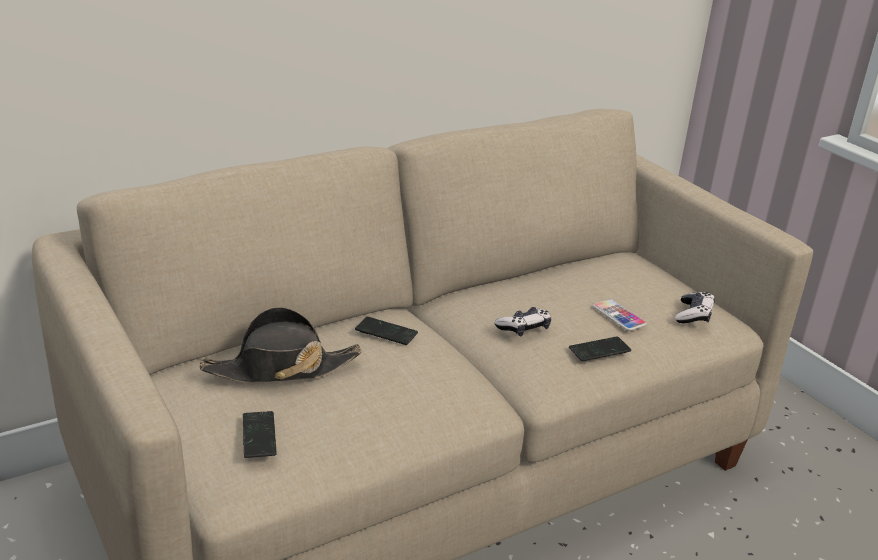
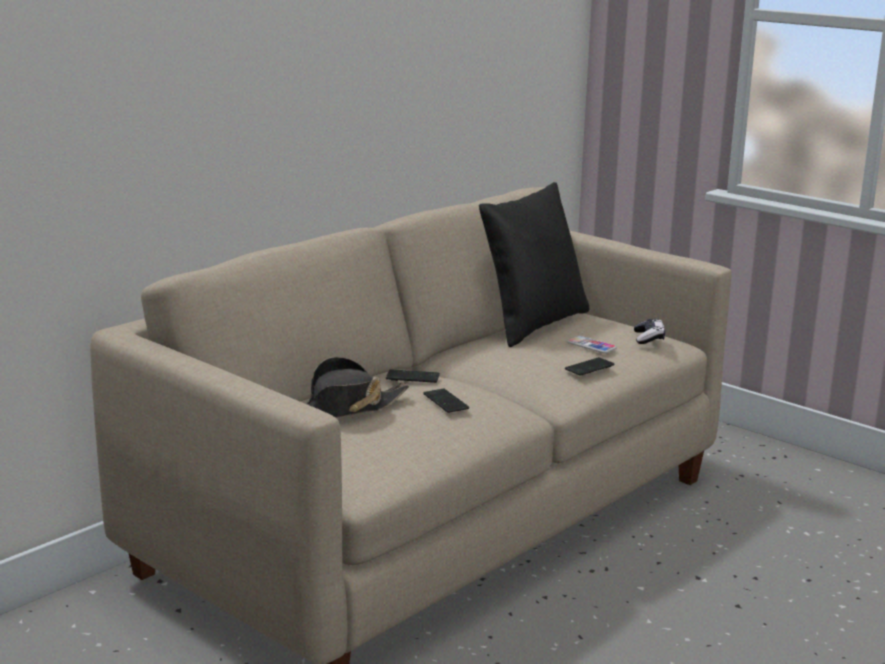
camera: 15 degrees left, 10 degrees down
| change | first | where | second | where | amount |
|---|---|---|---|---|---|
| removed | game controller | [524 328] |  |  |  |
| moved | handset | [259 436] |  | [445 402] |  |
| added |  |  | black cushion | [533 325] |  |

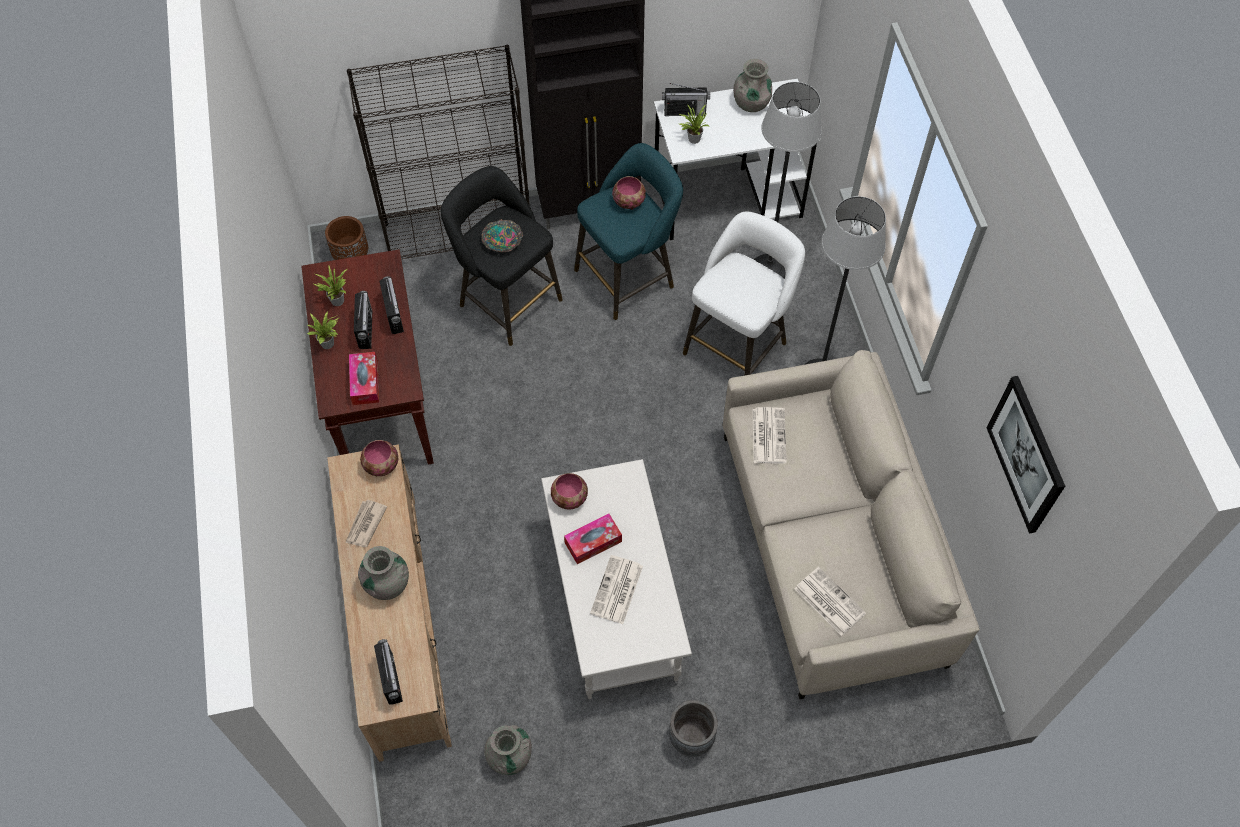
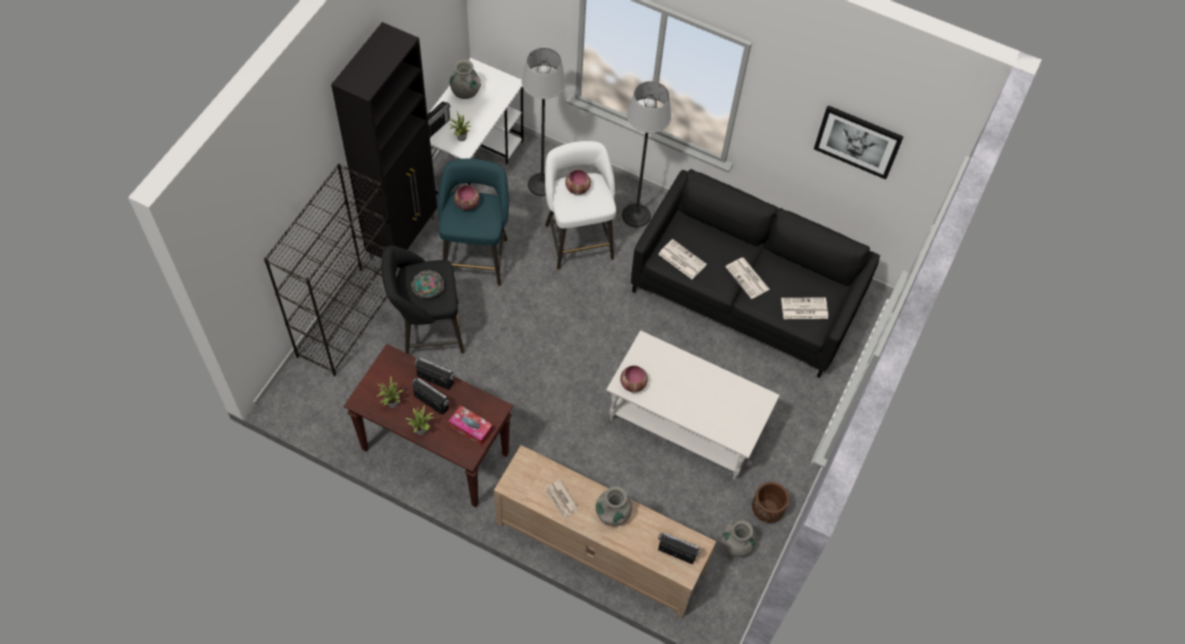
camera: 55 degrees left, 0 degrees up
| change | first | where | second | where | amount |
|---|---|---|---|---|---|
| moved | brown-coloured planter | [351 255] |  | [767 510] |  |
| recoloured | beige couch | [829 548] | black couch | [745 295] |  |
| moved | serving bowl | [381 466] |  | [578 189] |  |
| removed | tissue box | [593 542] |  |  |  |
| moved | newspaper | [617 591] |  | [748 278] |  |
| removed | gray planter | [692 737] |  |  |  |

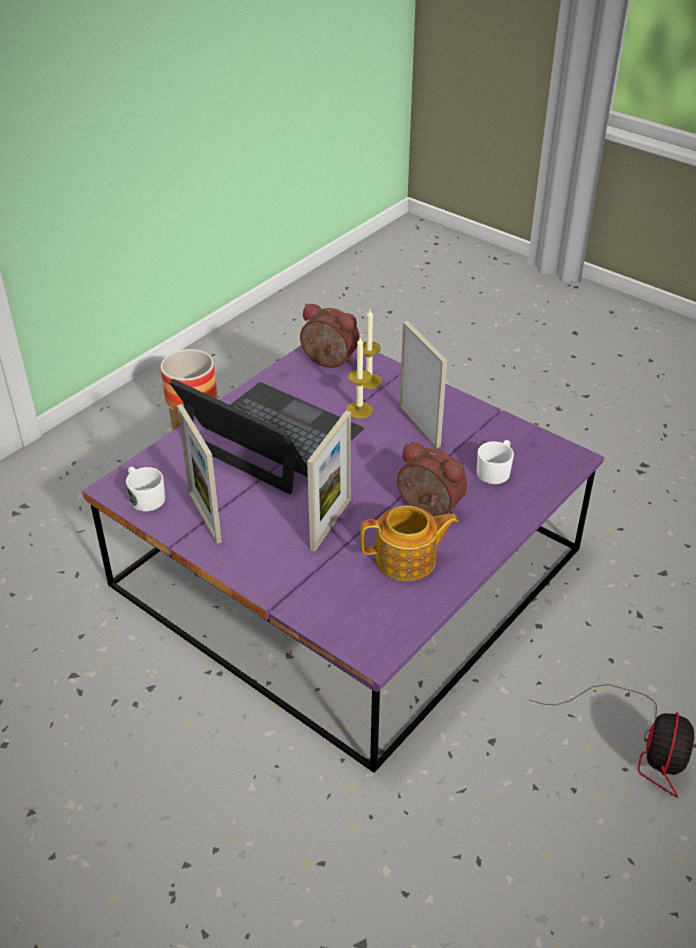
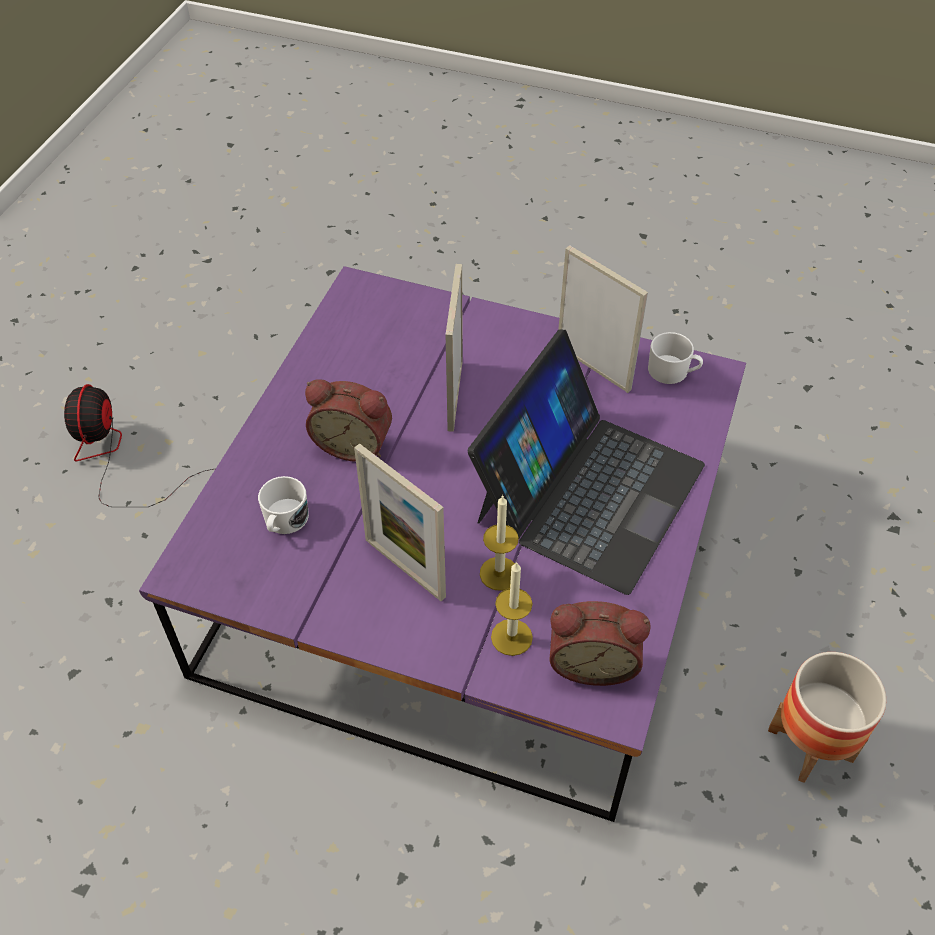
camera: 160 degrees right, 10 degrees up
| change | first | where | second | where | amount |
|---|---|---|---|---|---|
| turned | portable computer | [272 437] |  | [588 491] | 75 degrees counterclockwise |
| removed | pot for tea | [407 560] |  |  |  |

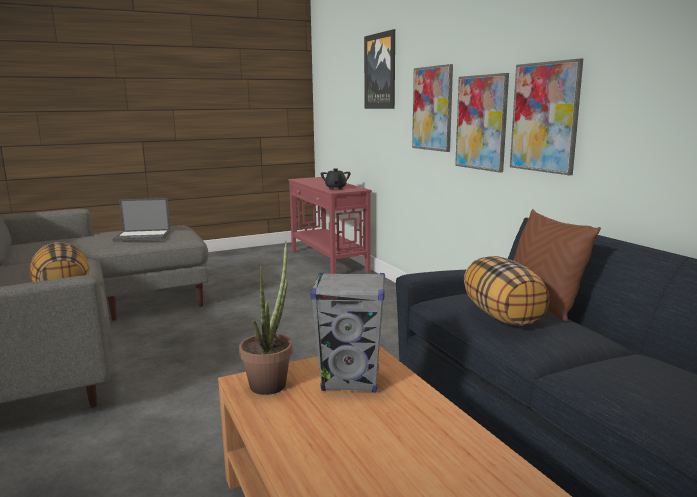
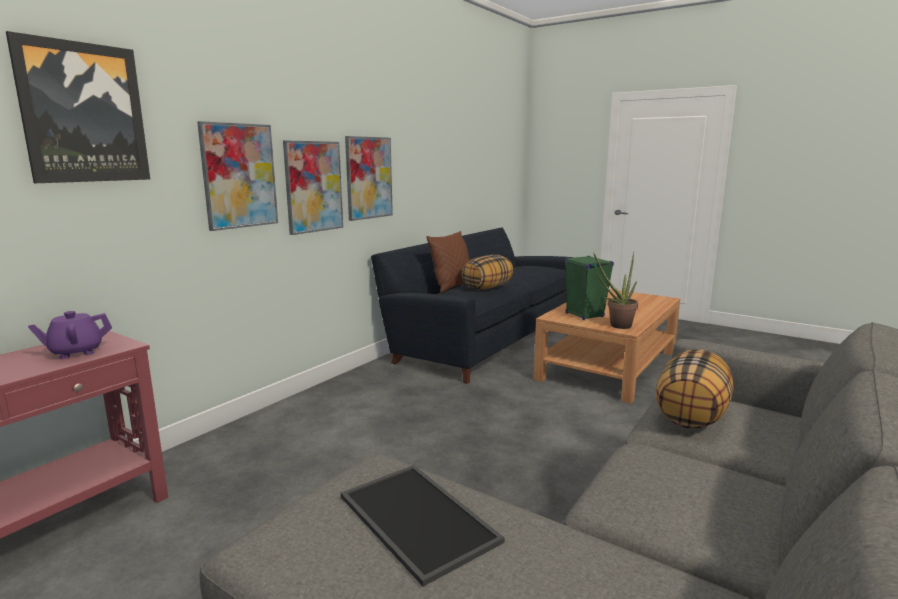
camera: 120 degrees left, 0 degrees up
| change | first | where | second | where | amount |
|---|---|---|---|---|---|
| recoloured | black pot for tea | [335 188] | purplish pot for tea | [76 352] |  |
| replaced | portable computer | [143 236] | tray | [414 518] |  |
| recoloured | gray speaker | [351 381] | green speaker | [584 315] |  |

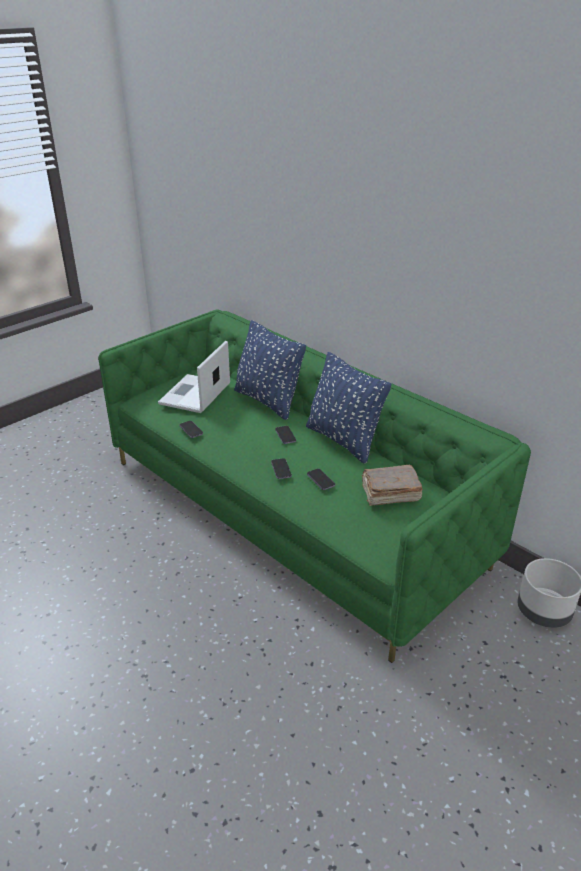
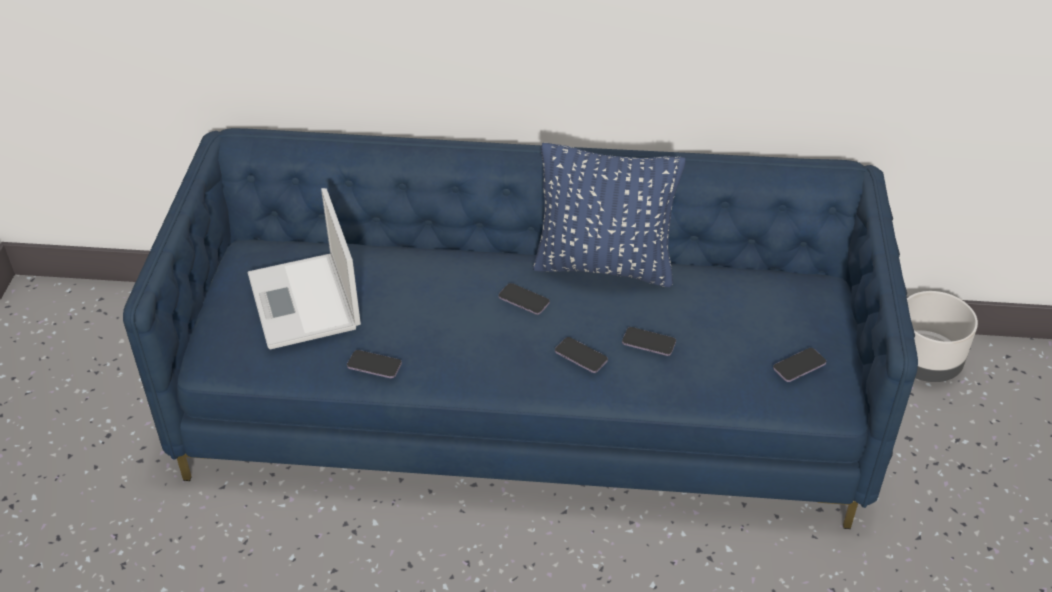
camera: 40 degrees left, 10 degrees up
| change | first | where | second | where | amount |
|---|---|---|---|---|---|
| recoloured | green couch | [291 512] | blue couch | [526 406] |  |
| removed | blue cushion | [268 401] |  |  |  |
| removed | brown-coloured book | [389 494] |  |  |  |
| added |  |  | handset | [799 366] |  |

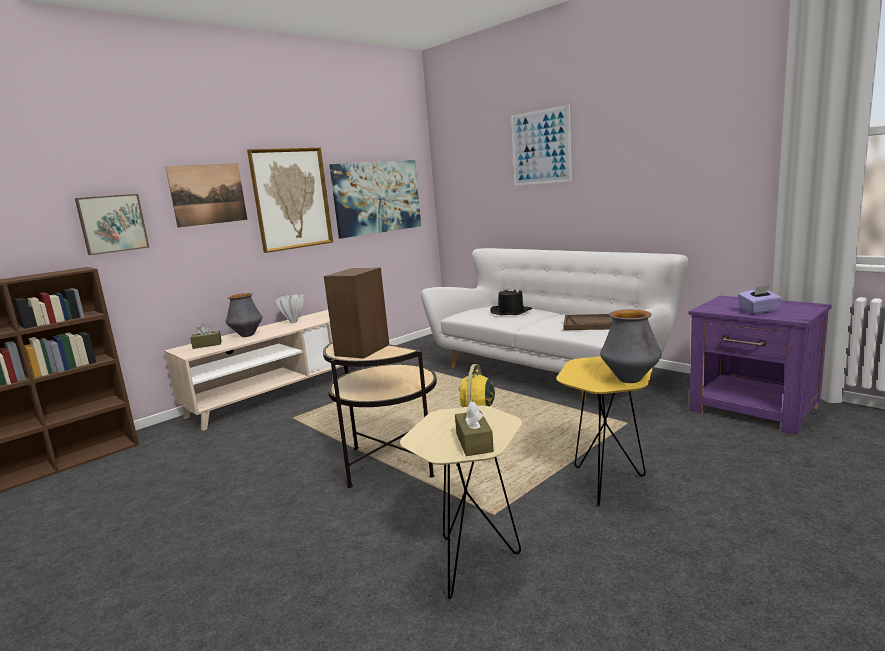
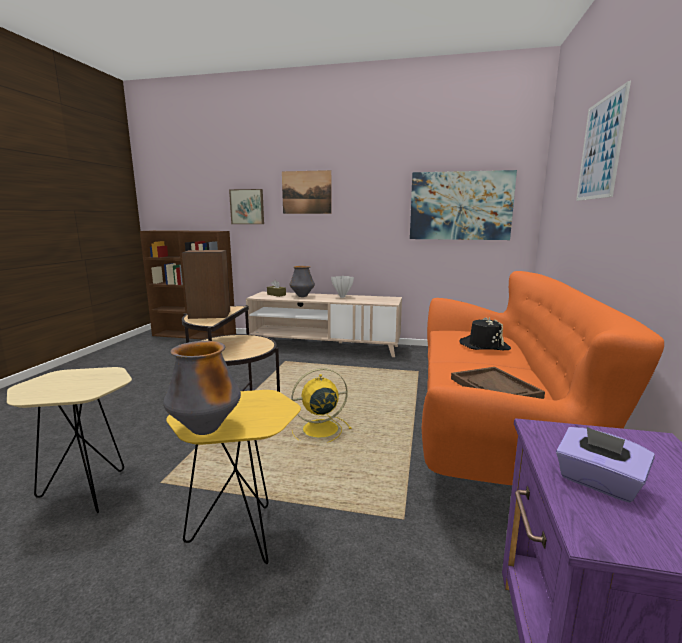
camera: 55 degrees right, 0 degrees up
| change | first | where | second | where | amount |
|---|---|---|---|---|---|
| removed | wall picture | [291 199] |  |  |  |
| recoloured | white-coloured couch | [550 371] | orangey couch | [494 430] |  |
| removed | brown-coloured tissue box | [474 442] |  |  |  |

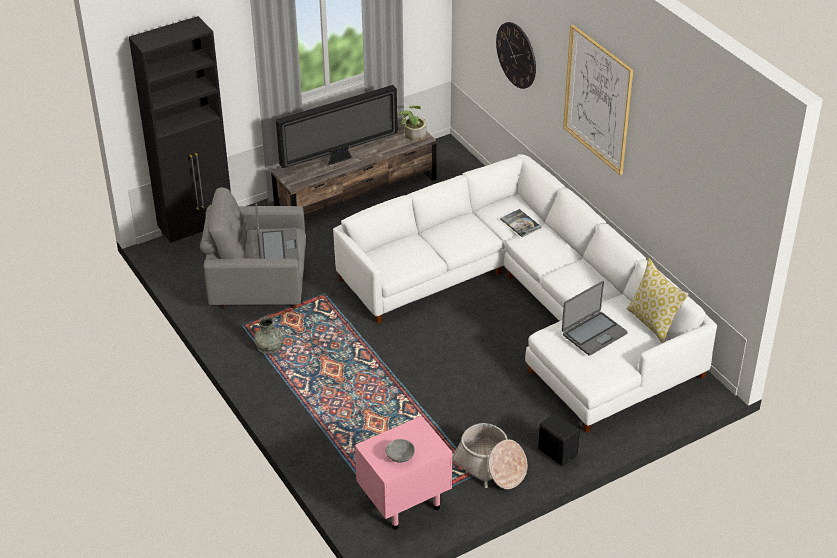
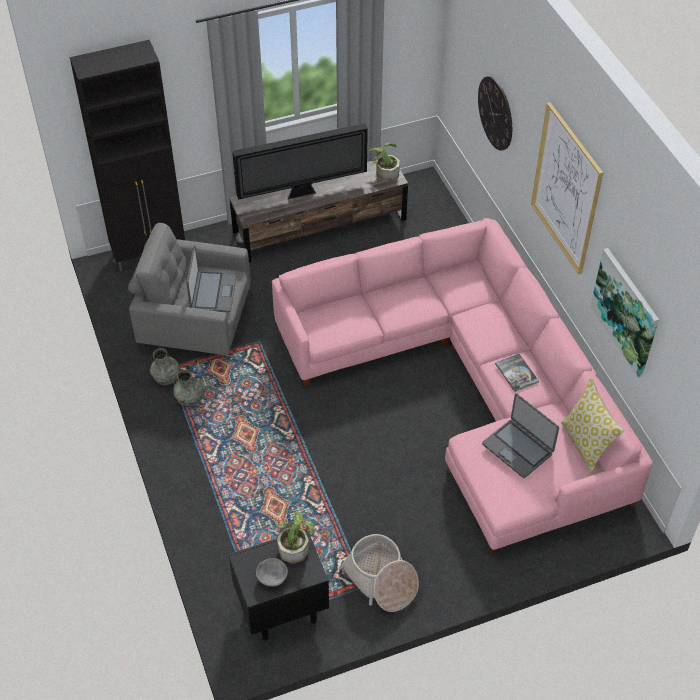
camera: 10 degrees right, 10 degrees up
| change | first | where | second | where | amount |
|---|---|---|---|---|---|
| recoloured | white-coloured couch | [531 306] | pinkish couch | [469 388] |  |
| moved | book | [520 223] |  | [516 373] |  |
| turned | portable computer | [593 333] |  | [518 448] | 75 degrees clockwise |
| removed | black speaker | [557 452] |  |  |  |
| recoloured | pinkish nightstand | [403 503] | black nightstand | [280 609] |  |
| added |  |  | wall picture | [625 312] |  |
| added |  |  | gray flower vase | [166 376] |  |
| added |  |  | plant in a pot | [295 546] |  |

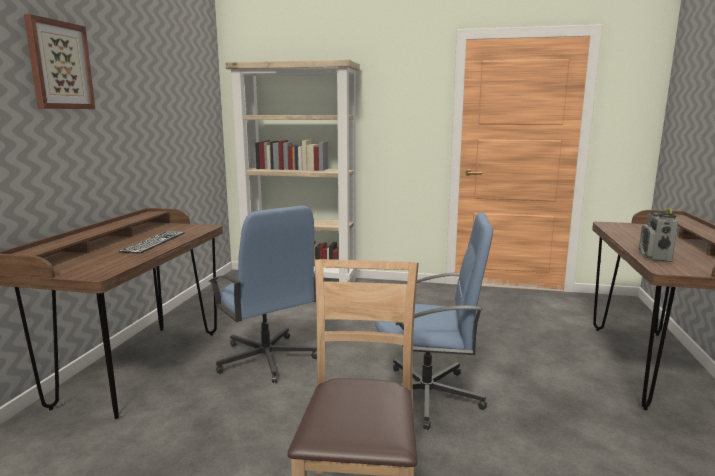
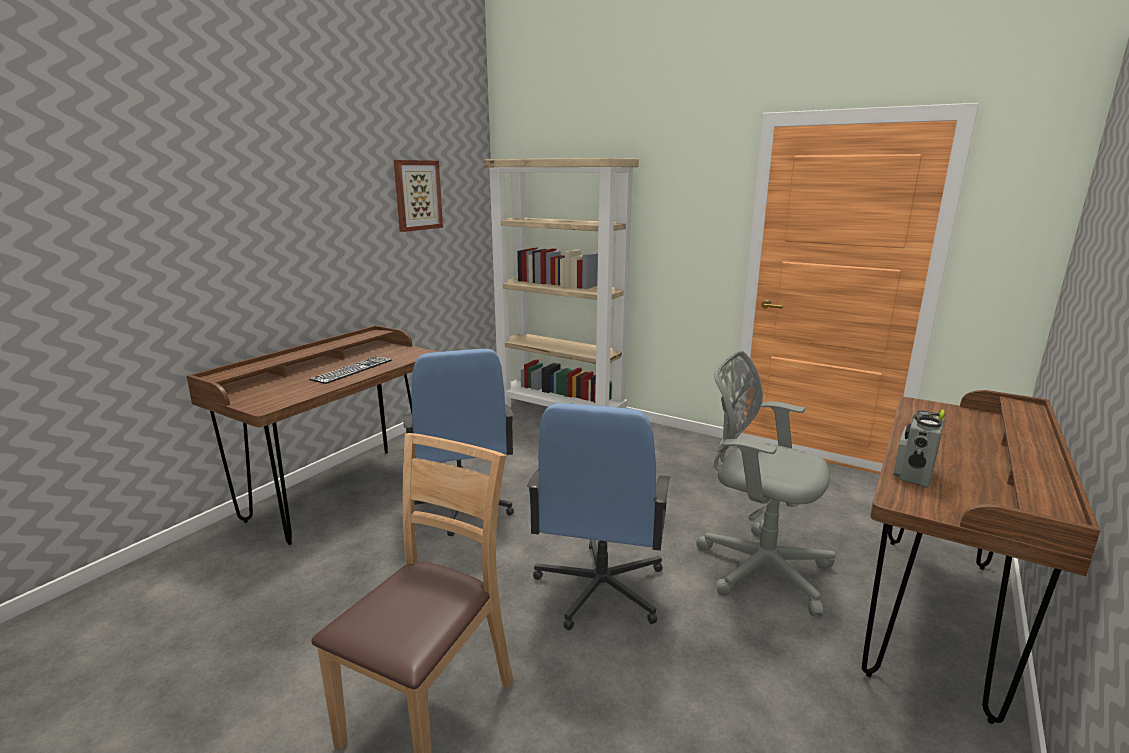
camera: 20 degrees right, 5 degrees up
| change | first | where | second | where | amount |
|---|---|---|---|---|---|
| moved | wall picture | [59 65] |  | [417 195] |  |
| turned | blue desk chair | [428 396] |  | [599 589] | 75 degrees clockwise |
| added |  |  | gray desk chair | [757 567] |  |

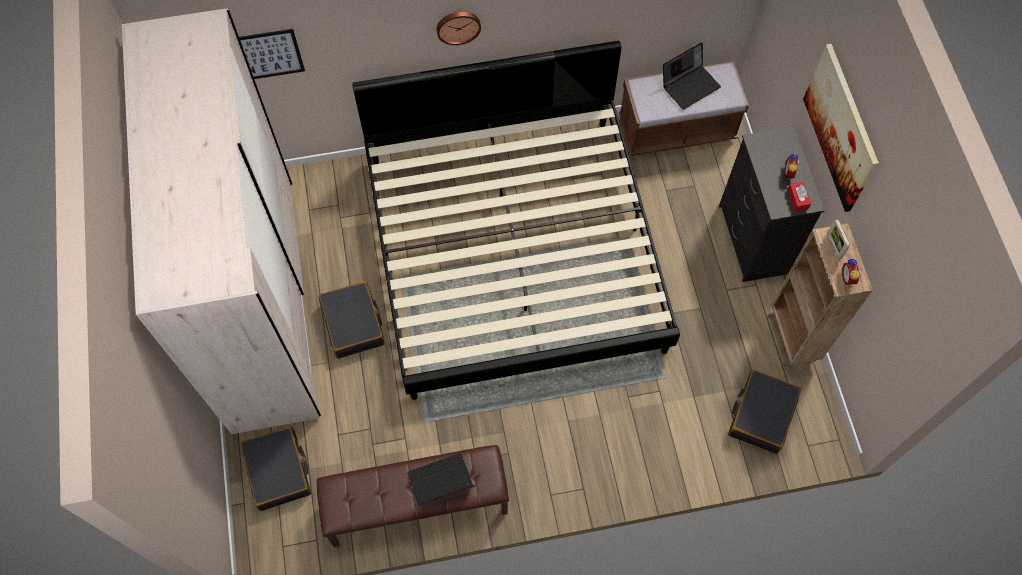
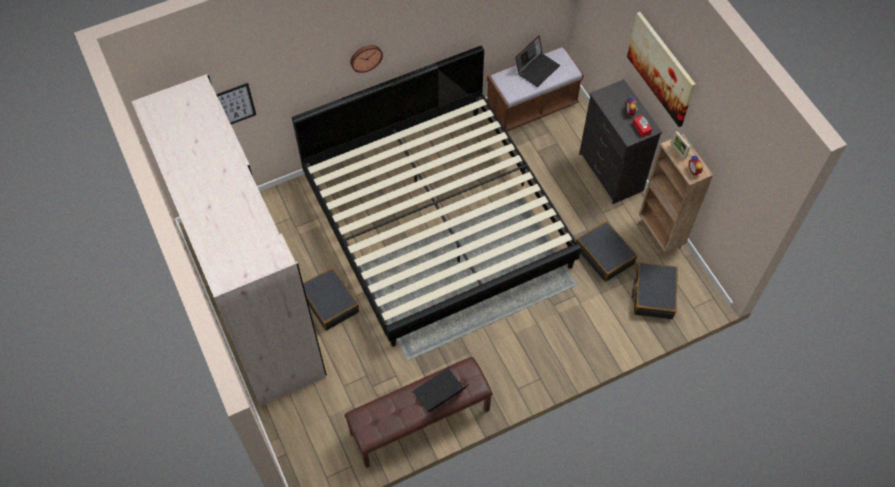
camera: 15 degrees left, 5 degrees down
| change | first | where | second | where | amount |
|---|---|---|---|---|---|
| moved | black travel case | [278 471] |  | [604 255] |  |

